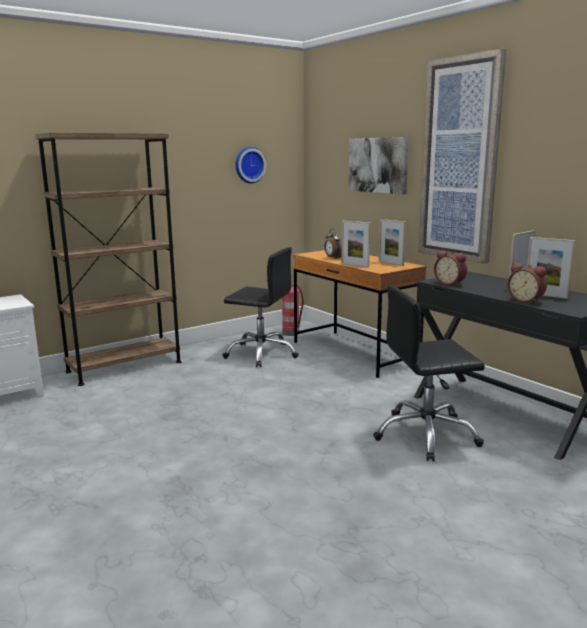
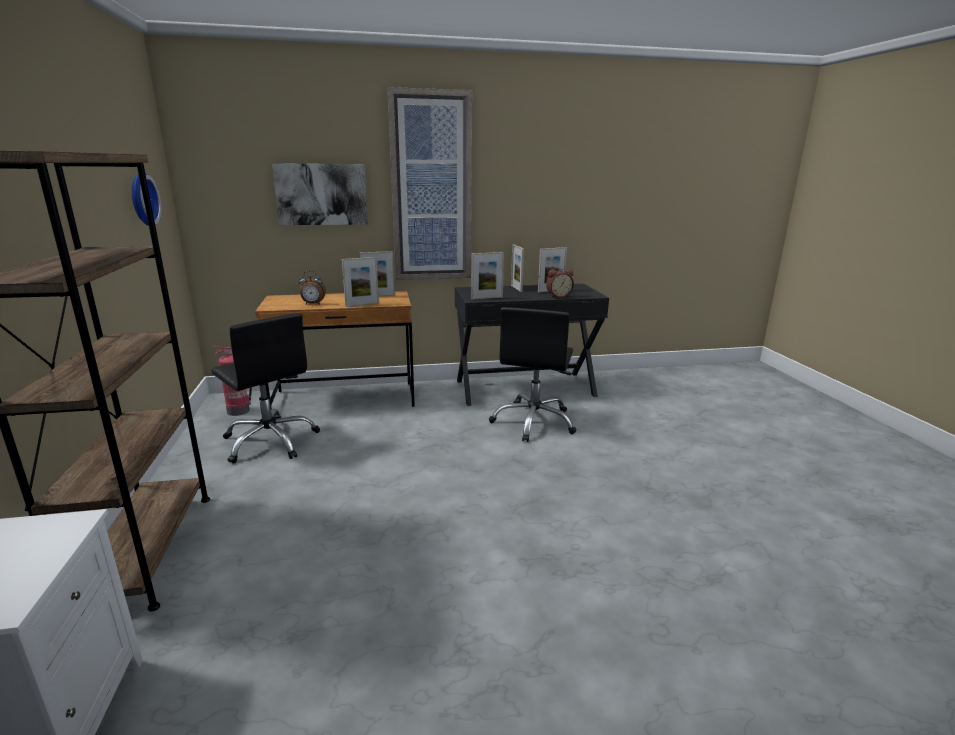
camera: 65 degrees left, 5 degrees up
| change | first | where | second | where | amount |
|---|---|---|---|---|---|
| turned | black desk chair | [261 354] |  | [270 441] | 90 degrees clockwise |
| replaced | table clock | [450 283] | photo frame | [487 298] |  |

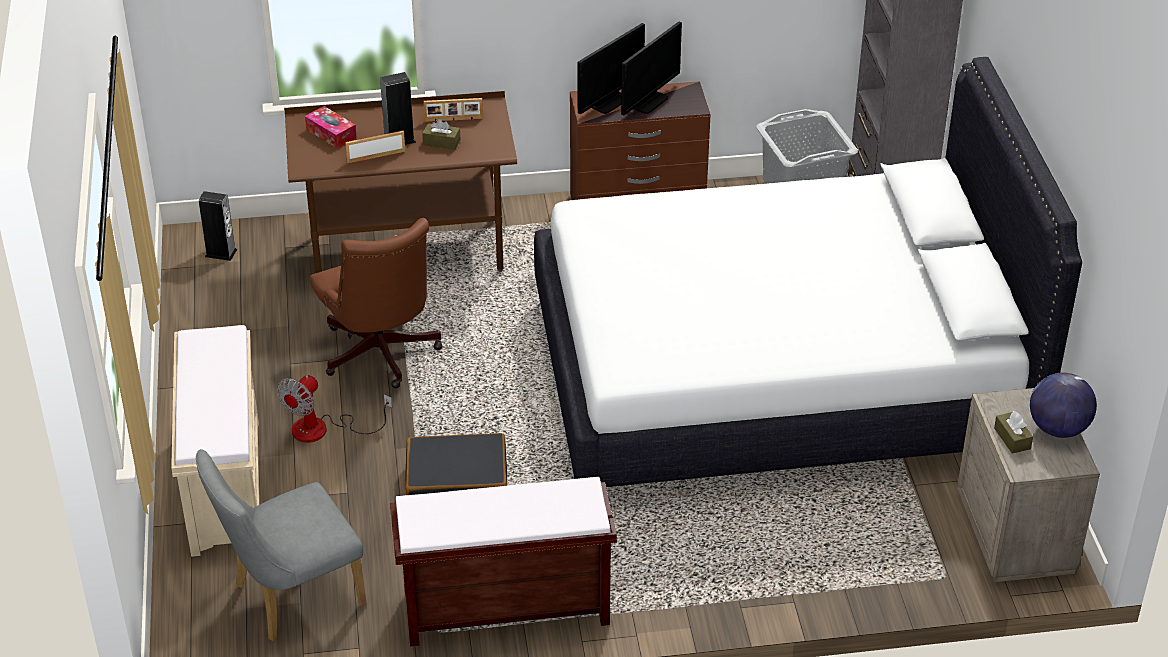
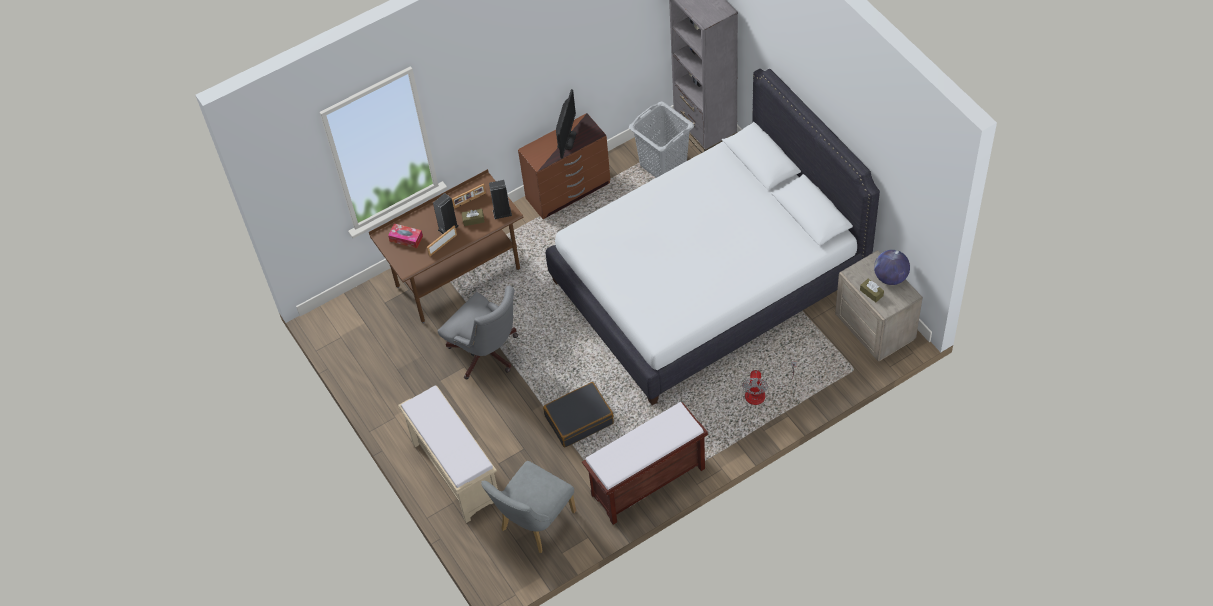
camera: 20 degrees left, 15 degrees up
| change | first | where | second | where | amount |
|---|---|---|---|---|---|
| removed | computer screen | [608 102] |  |  |  |
| moved | speaker | [221 253] |  | [502 212] |  |
| recoloured | brown-coloured desk chair | [381 356] | gray desk chair | [487 354] |  |
| moved | fan | [323 429] |  | [761 392] |  |

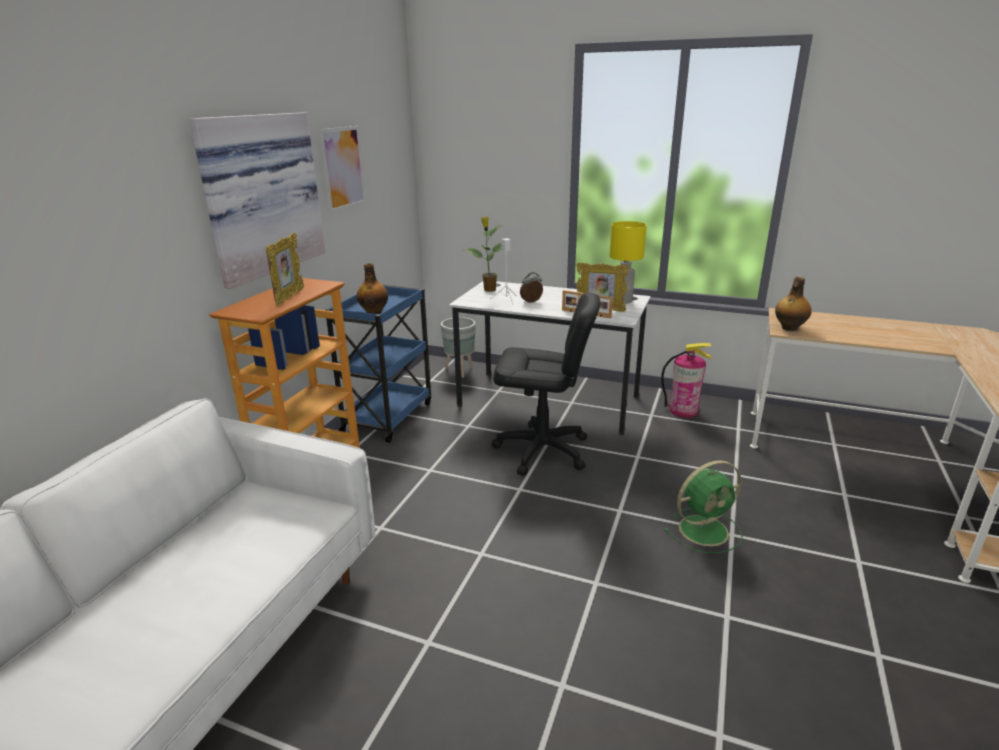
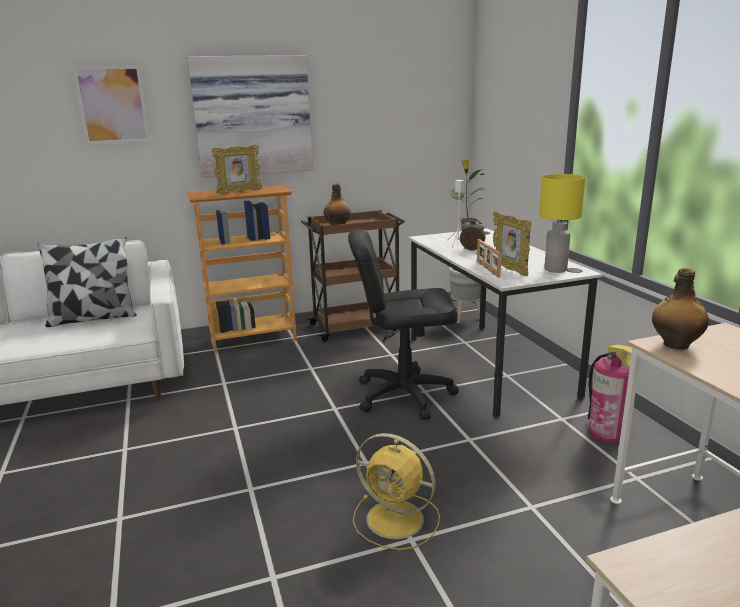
camera: 50 degrees right, 5 degrees down
| change | first | where | second | where | amount |
|---|---|---|---|---|---|
| moved | wall picture | [343 168] |  | [112 105] |  |
| recoloured | blue cart | [388 416] | brown-coloured cart | [356 327] |  |
| turned | black desk chair | [542 450] |  | [404 394] | 120 degrees clockwise |
| recoloured | green fan | [705 530] | yellow-coloured fan | [397 520] |  |
| added |  |  | cushion | [93 318] |  |

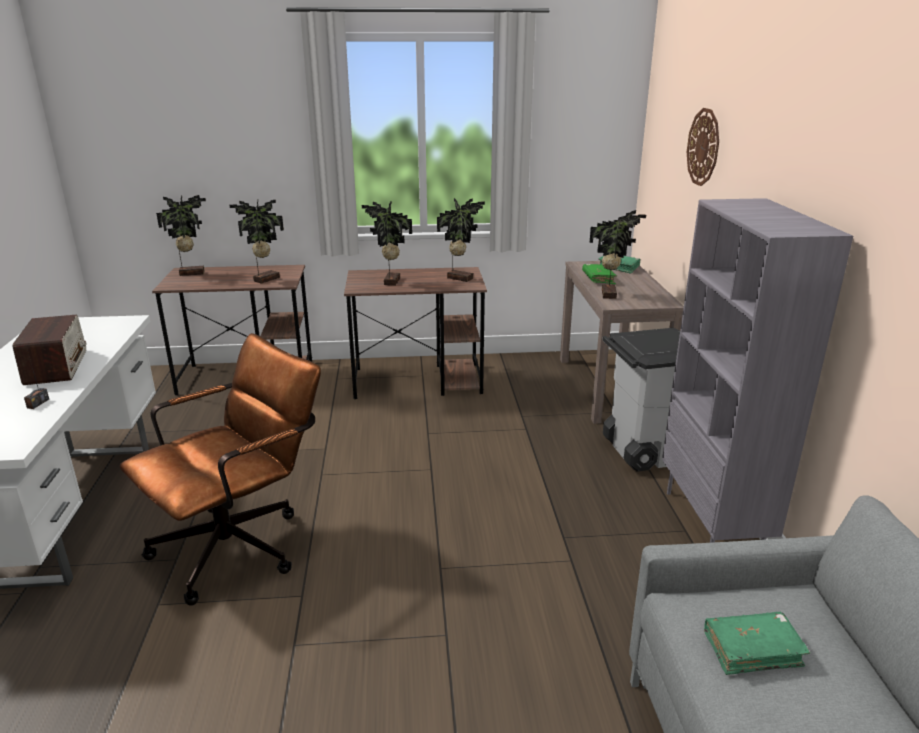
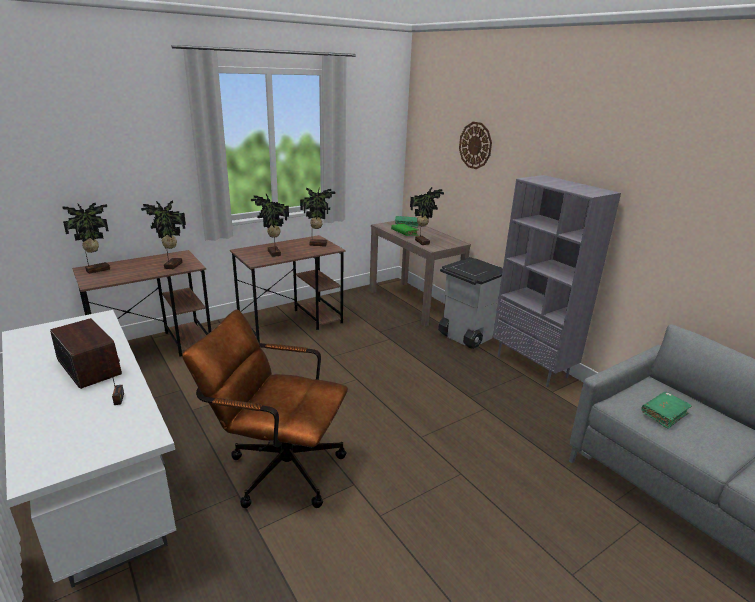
camera: 30 degrees left, 0 degrees up
| change | first | where | second | where | amount |
|---|---|---|---|---|---|
| turned | brown-coloured desk chair | [241 544] |  | [277 467] | 90 degrees counterclockwise |

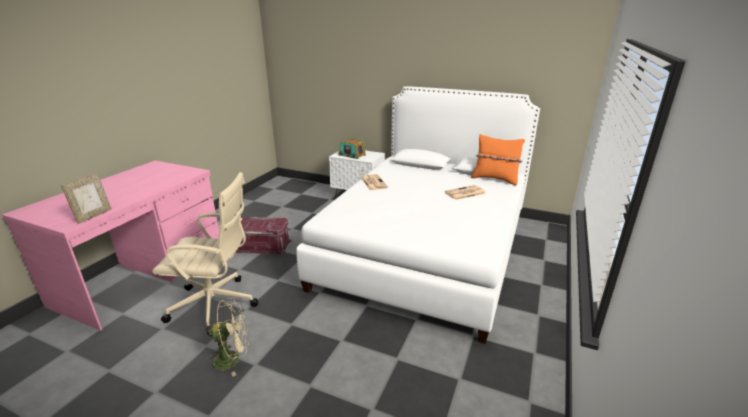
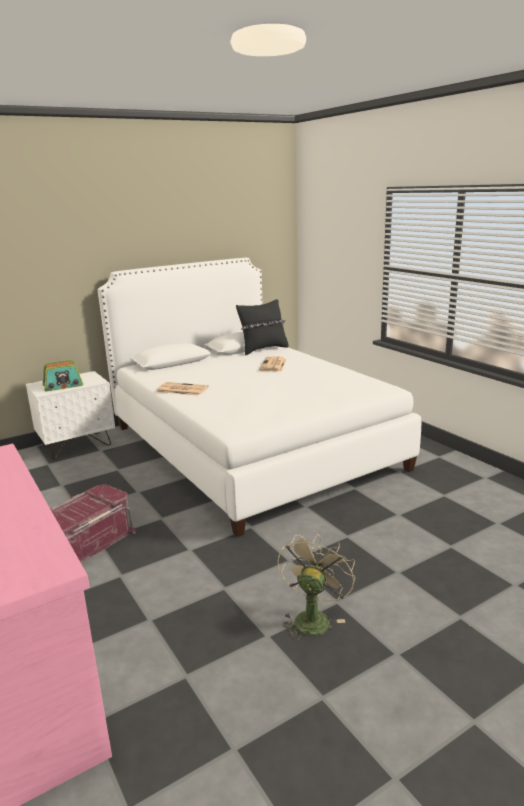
camera: 55 degrees left, 5 degrees down
| change | first | where | second | where | amount |
|---|---|---|---|---|---|
| recoloured | orangey cushion | [495 179] | black cushion | [263 349] |  |
| removed | beige desk chair | [216 305] |  |  |  |
| removed | photo frame | [93 216] |  |  |  |

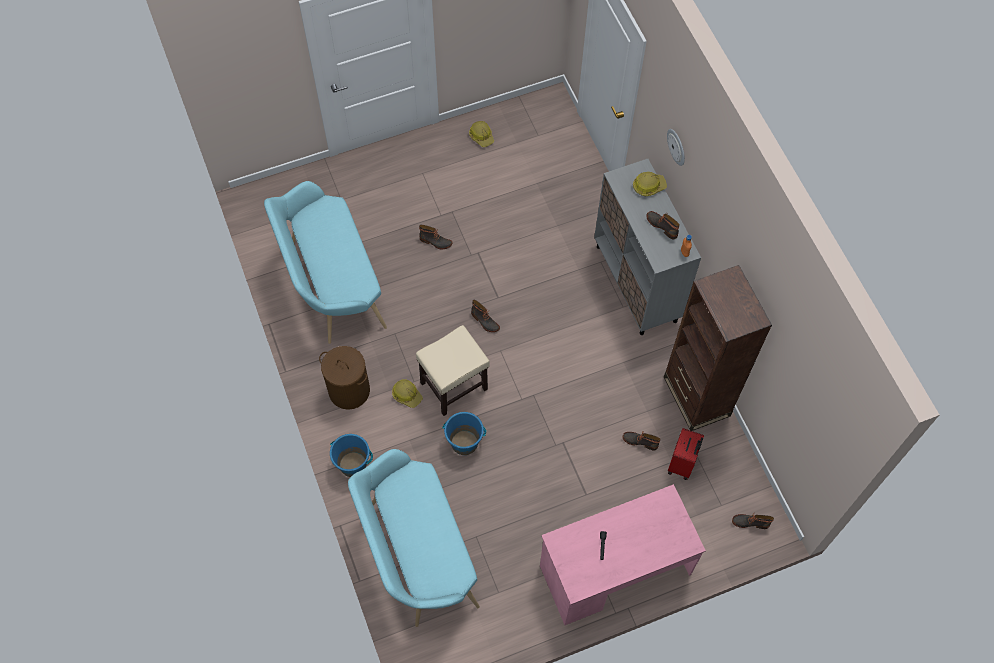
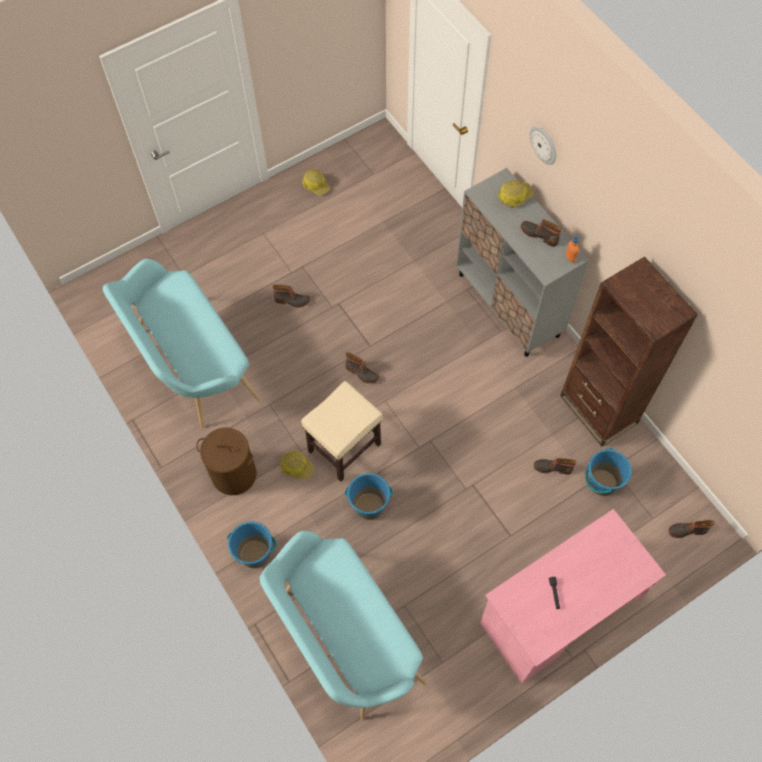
camera: 10 degrees left, 0 degrees up
| change | first | where | second | where | amount |
|---|---|---|---|---|---|
| replaced | reddish travel case | [682 464] | blue bucket | [602 482] |  |

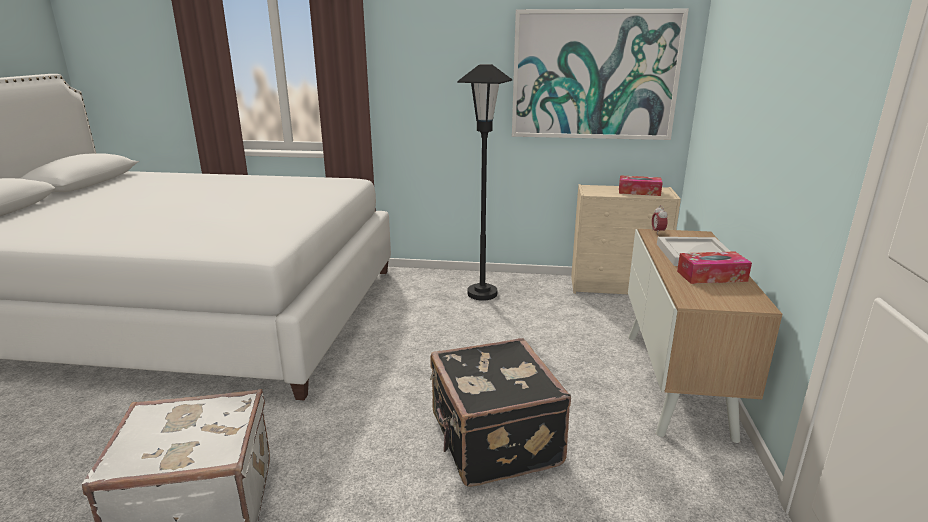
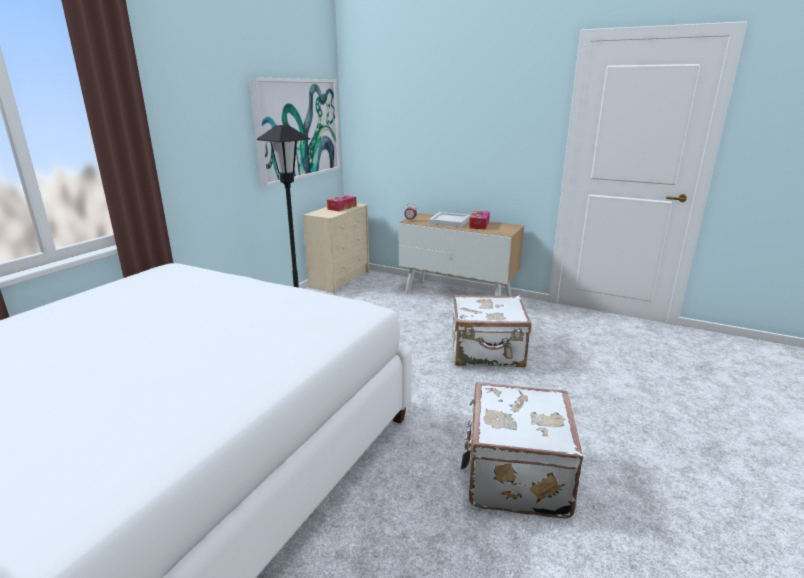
camera: 70 degrees left, 0 degrees up
| change | first | where | second | where | amount |
|---|---|---|---|---|---|
| recoloured | black travel case | [493 441] | white-coloured travel case | [487 353] |  |

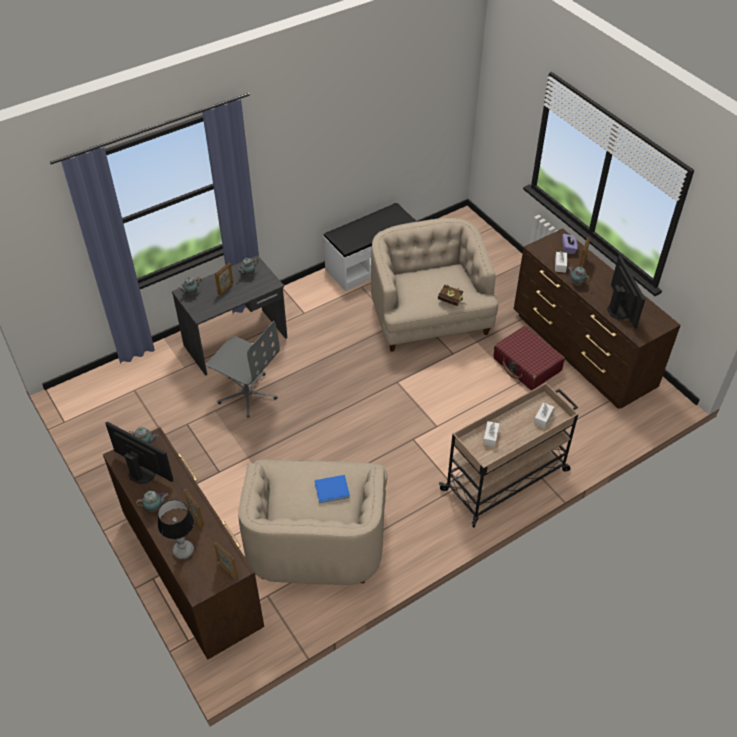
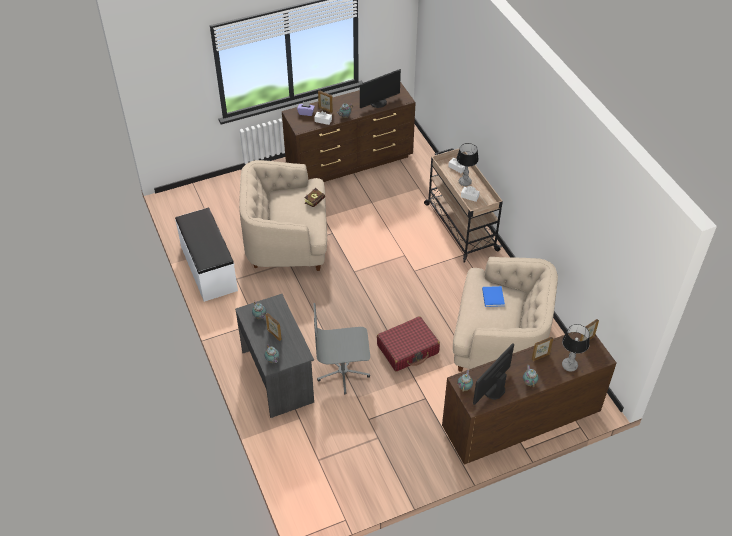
camera: 80 degrees left, 0 degrees up
| change | first | where | second | where | amount |
|---|---|---|---|---|---|
| turned | computer screen | [619 311] |  | [378 103] | 150 degrees clockwise |
| turned | gray desk chair | [247 393] |  | [343 372] | 135 degrees counterclockwise |
| moved | reddish travel case | [527 365] |  | [408 349] |  |
| added |  |  | tabletop lamp | [465 182] |  |

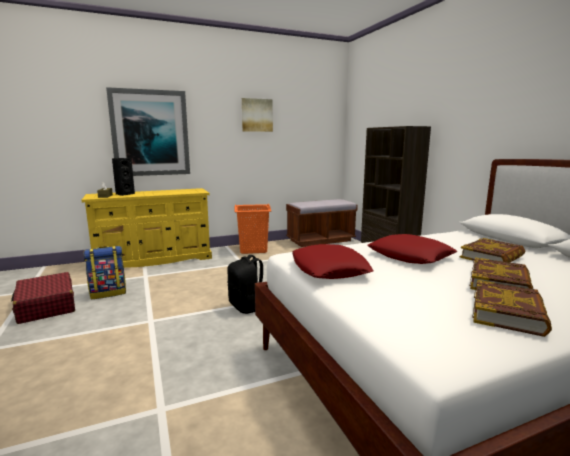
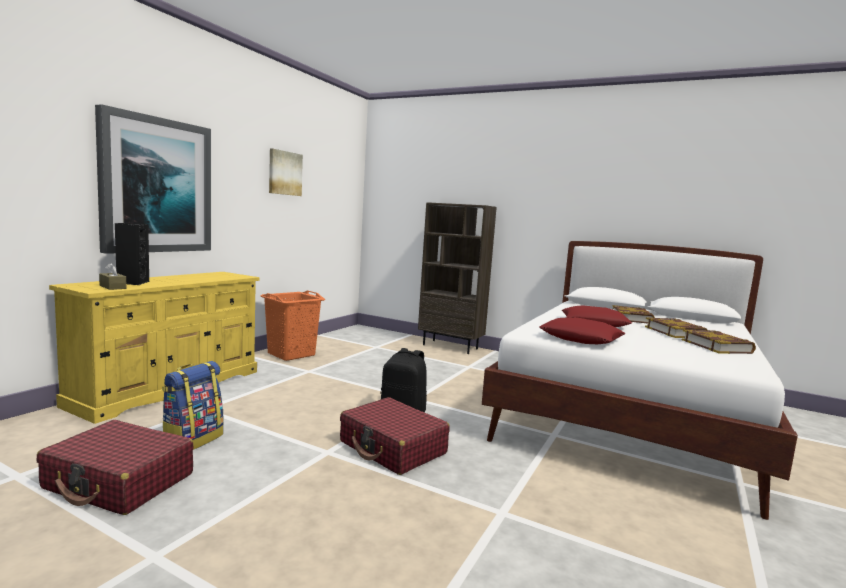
camera: 40 degrees left, 5 degrees down
| change | first | where | second | where | amount |
|---|---|---|---|---|---|
| removed | brown-coloured indoor bench | [320 240] |  |  |  |
| added |  |  | reddish travel case | [393 448] |  |

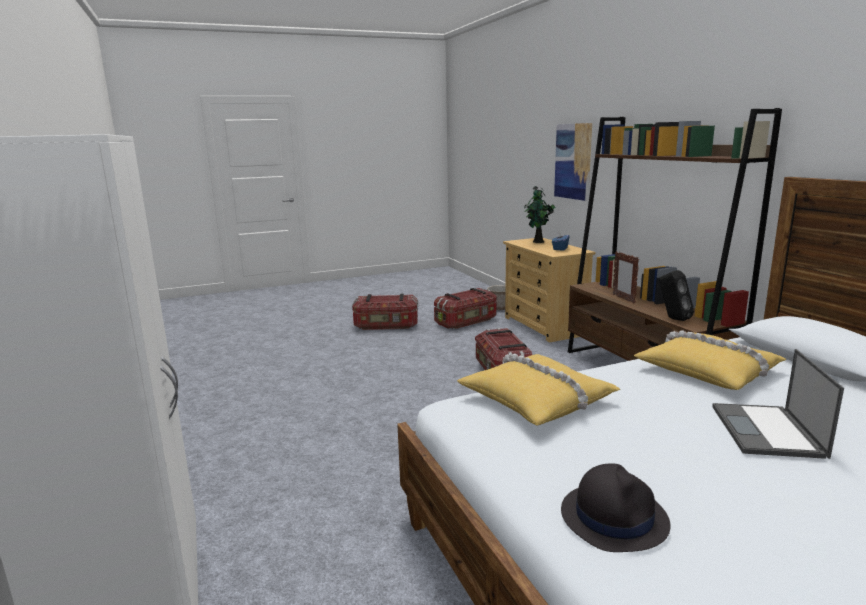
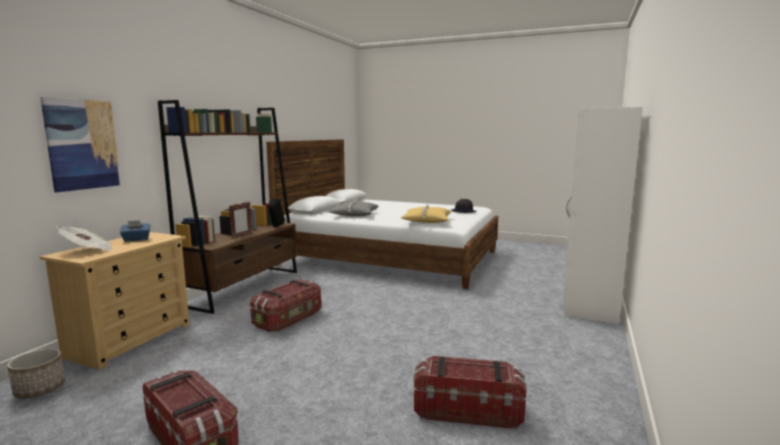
camera: 135 degrees left, 5 degrees down
| change | first | where | second | where | amount |
|---|---|---|---|---|---|
| replaced | plant in a pot | [538 242] | newspaper | [88 250] |  |
| moved | storage box | [467 321] |  | [467 410] |  |
| recoloured | yellow-coloured cushion | [708 370] | gray cushion | [354 214] |  |
| removed | portable computer | [767 431] |  |  |  |

